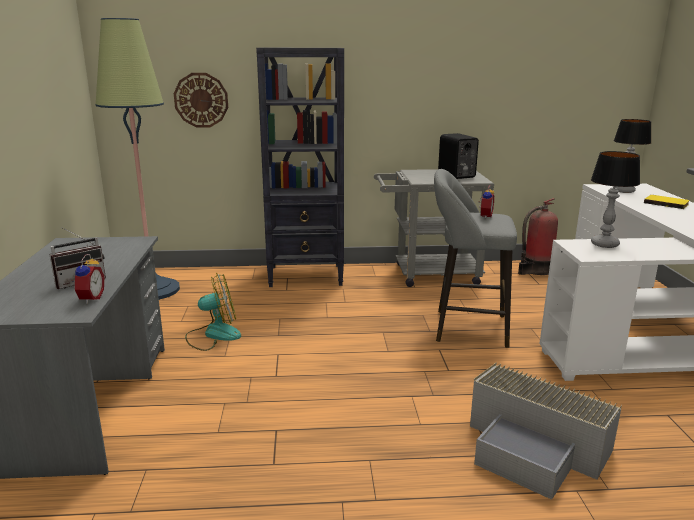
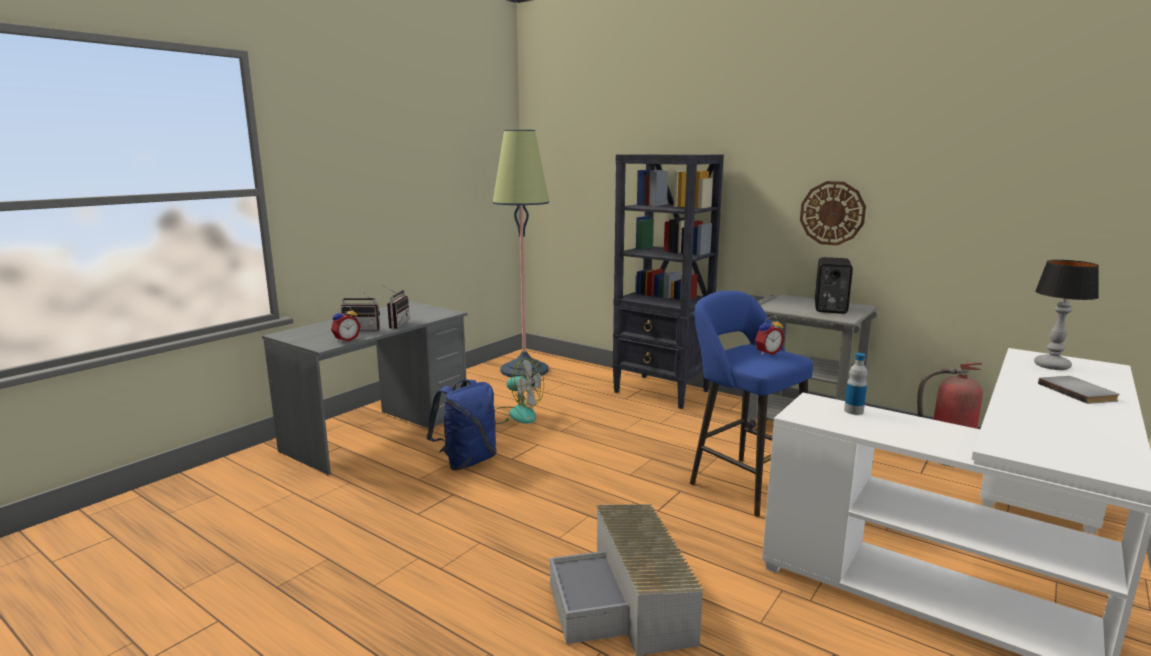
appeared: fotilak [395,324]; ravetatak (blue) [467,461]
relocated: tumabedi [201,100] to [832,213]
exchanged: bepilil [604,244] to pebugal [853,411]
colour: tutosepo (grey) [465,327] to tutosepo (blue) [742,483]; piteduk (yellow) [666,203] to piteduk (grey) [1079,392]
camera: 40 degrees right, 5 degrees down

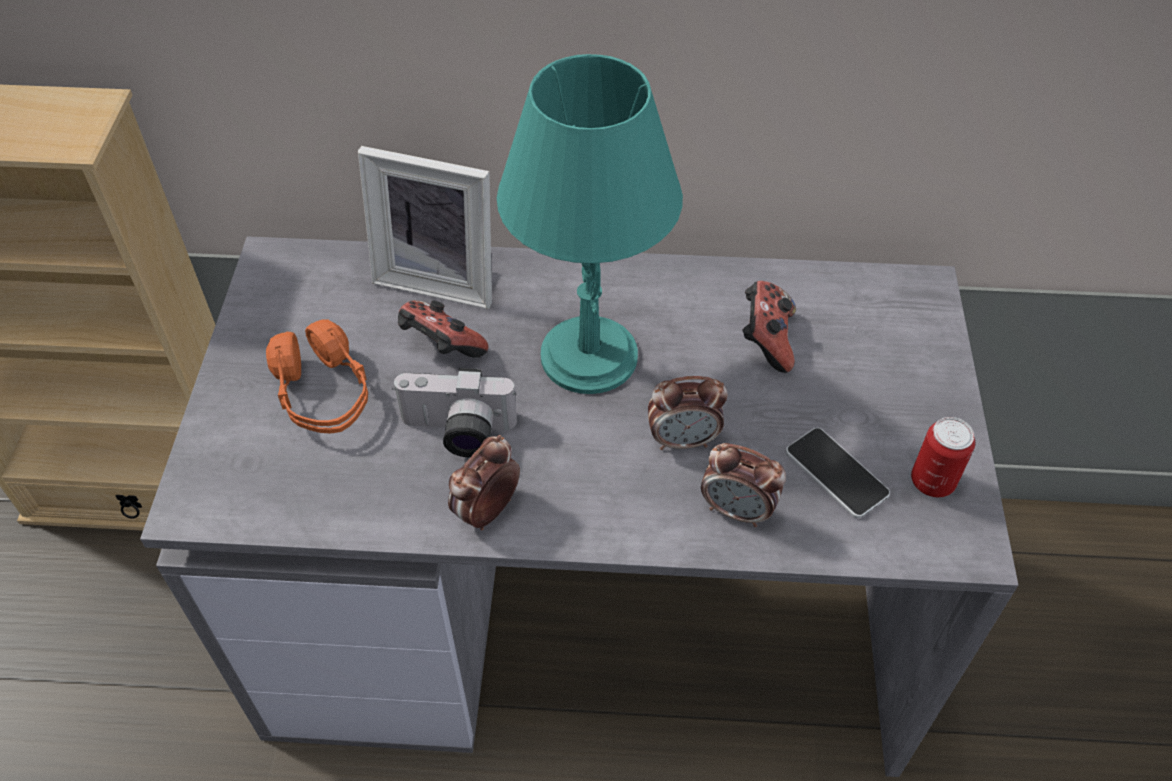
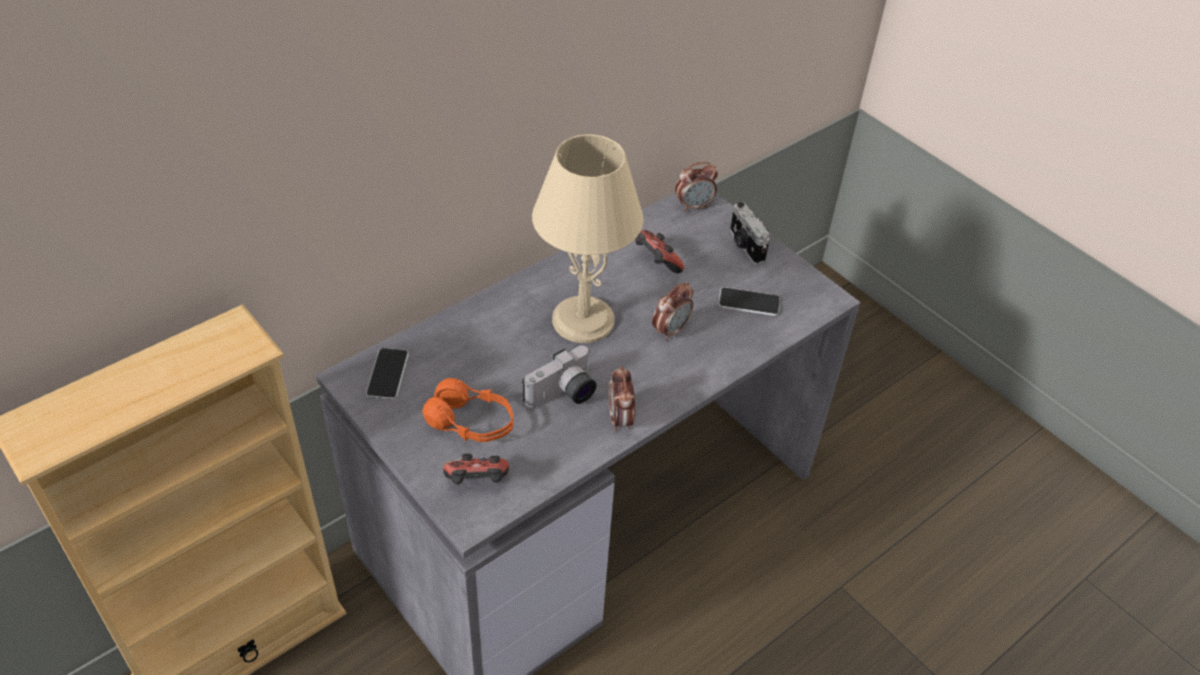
missing: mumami [440,277]; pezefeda [932,481]
appeared: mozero [387,374]; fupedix [745,246]
relocated: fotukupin [441,348] to [477,483]; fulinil [737,510] to [694,206]
colour: bepilil (turquoise) [590,356] to bepilil (beige) [584,320]
camera: 45 degrees left, 5 degrees down

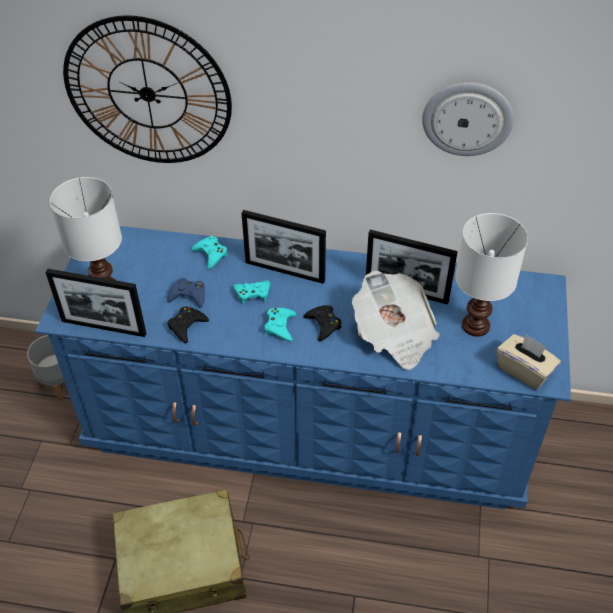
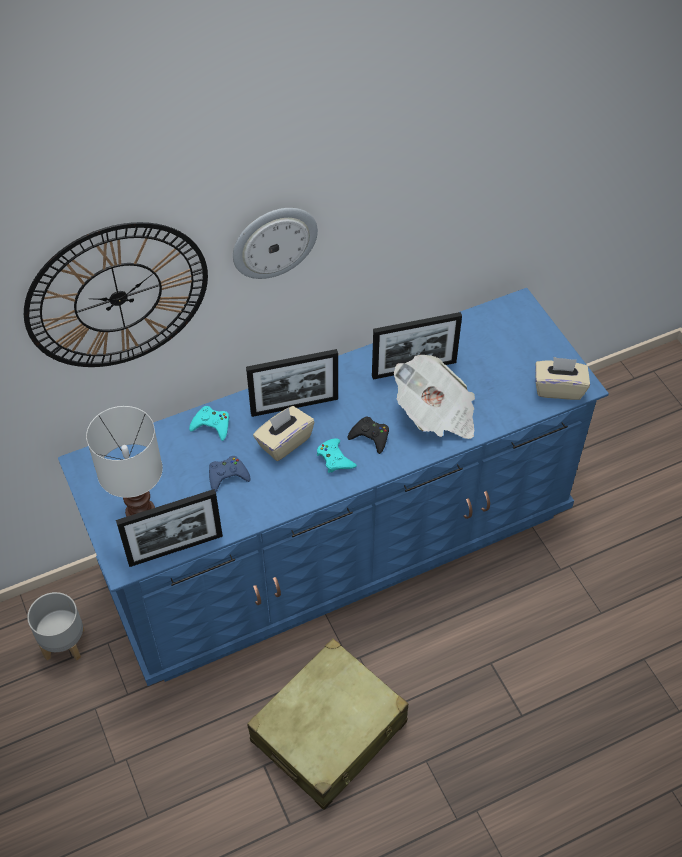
missing: fotukupin (black) [187,326]; bepilil (white) [474,326]
relocated: tumabedi [467,118] to [274,241]
exchanged: fotukupin (turquoise) [252,293] to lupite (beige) [284,442]
camera: 35 degrees left, 5 degrees up

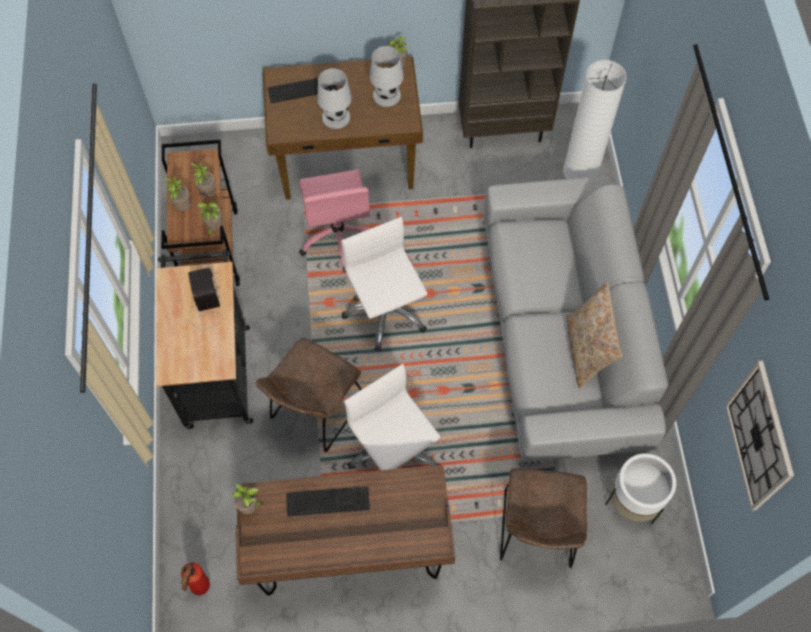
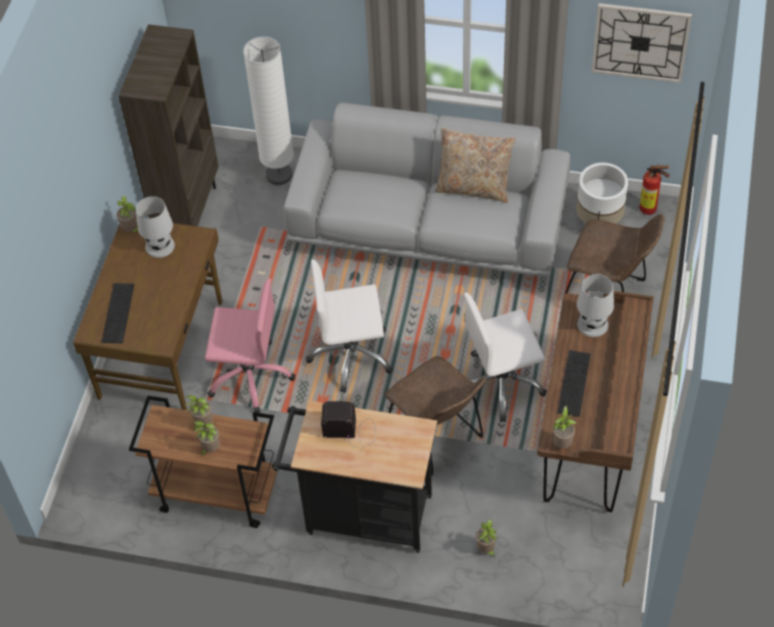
relocated: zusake [214,228] to [486,550]; bepilil (white) [336,117] to [593,324]; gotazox [199,589] to [650,210]
camera: 70 degrees left, 10 degrees down

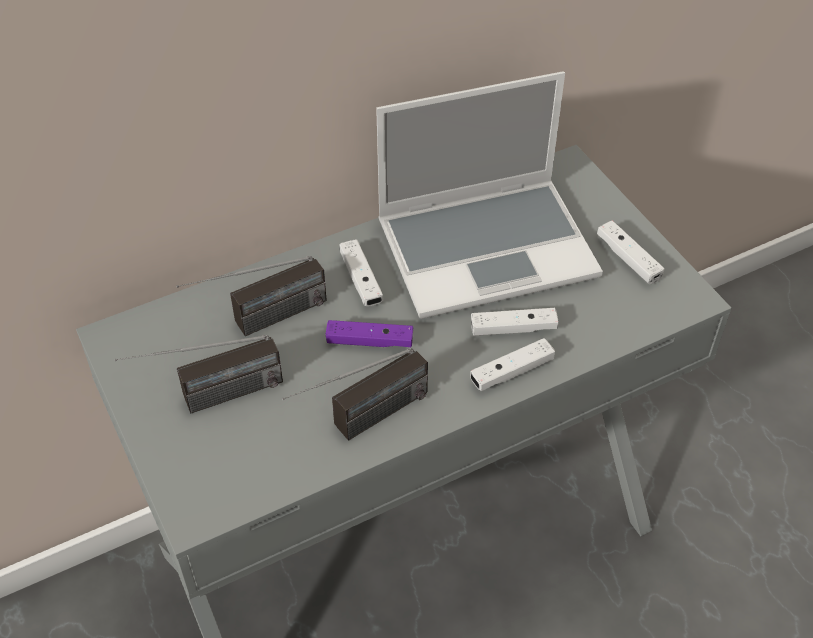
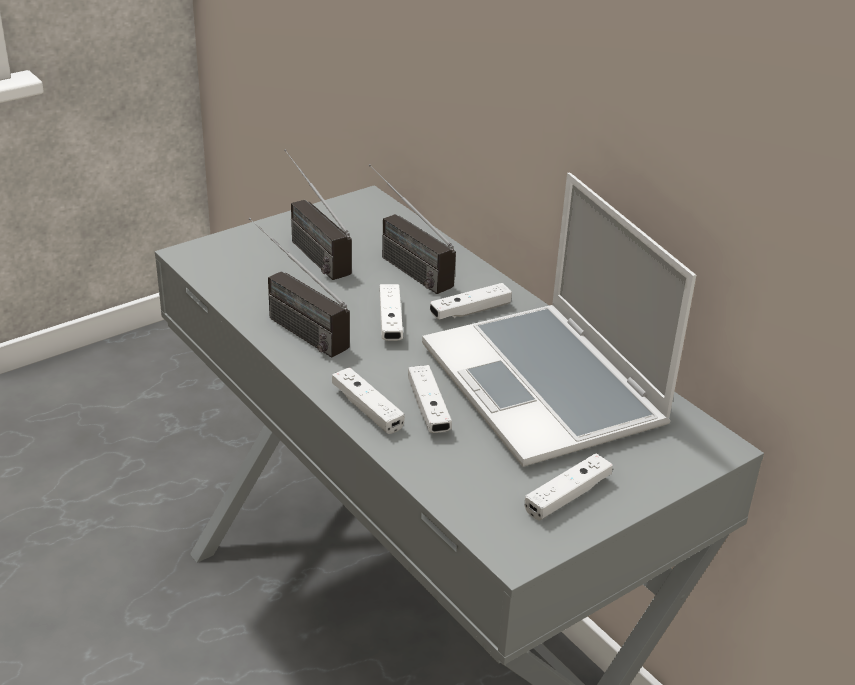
colour: fotukupin (purple) [370,341] to fotukupin (white) [390,321]
camera: 80 degrees right, 15 degrees down

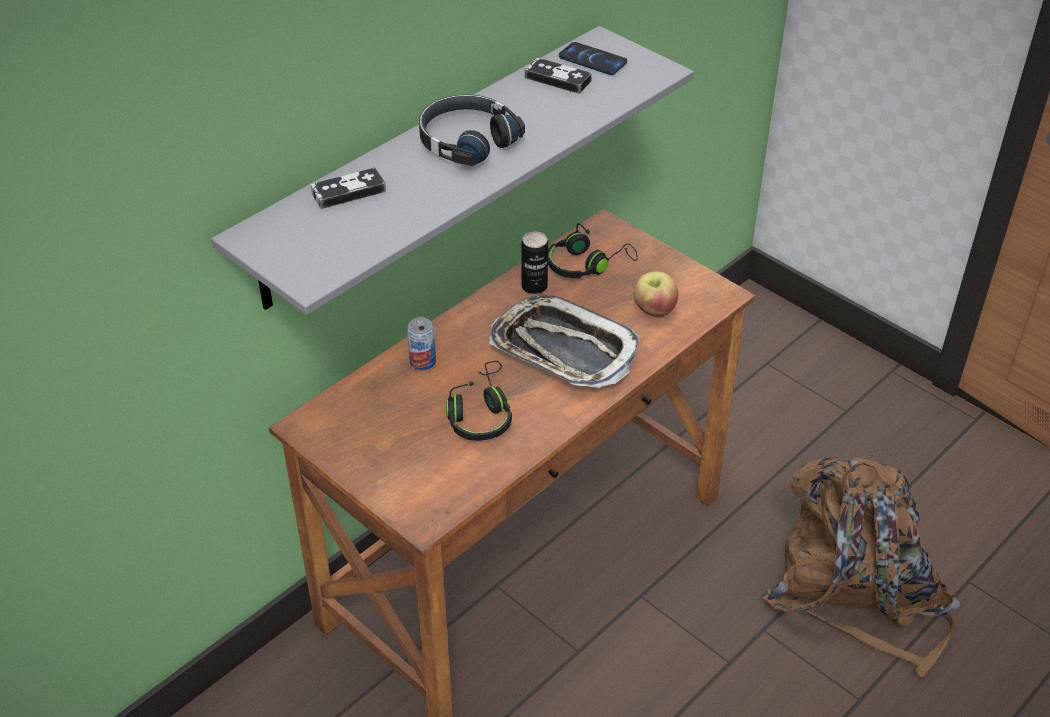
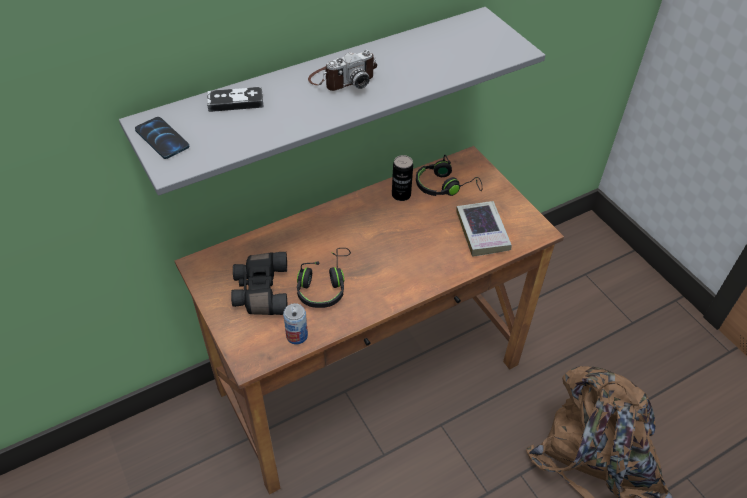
missing: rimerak [562,350]; fotukupin [558,79]
appeared: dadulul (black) [260,291]
relocated: mozero [592,60] to [162,138]; pezefeda [422,362] to [297,336]
exchanged: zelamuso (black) [466,140] to fupedix [343,78]; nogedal [654,310] to piteduk [482,232]
camera: 15 degrees right, 5 degrees up

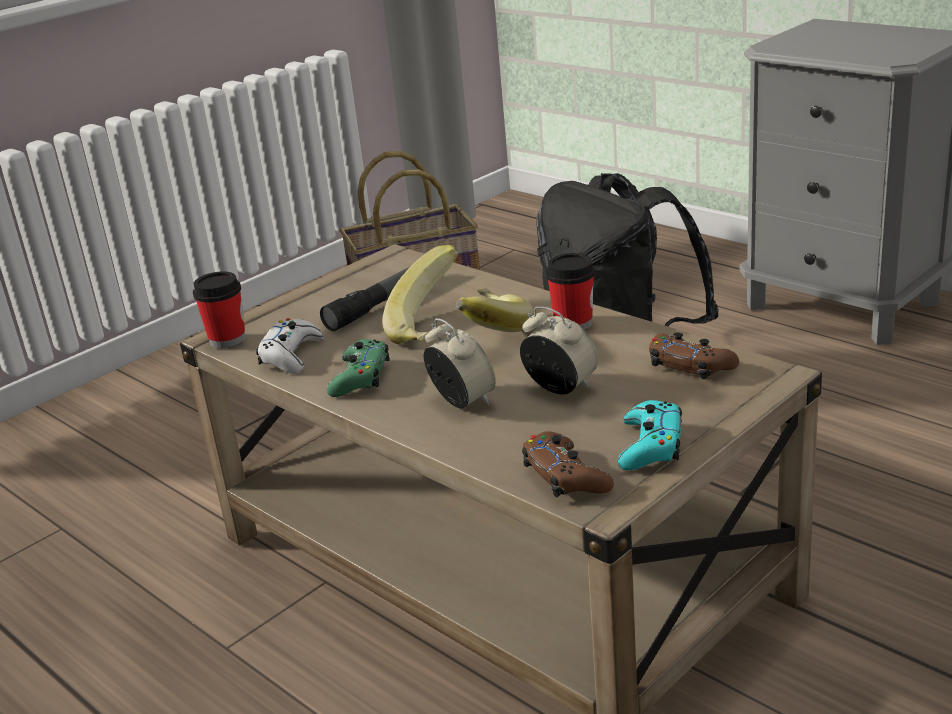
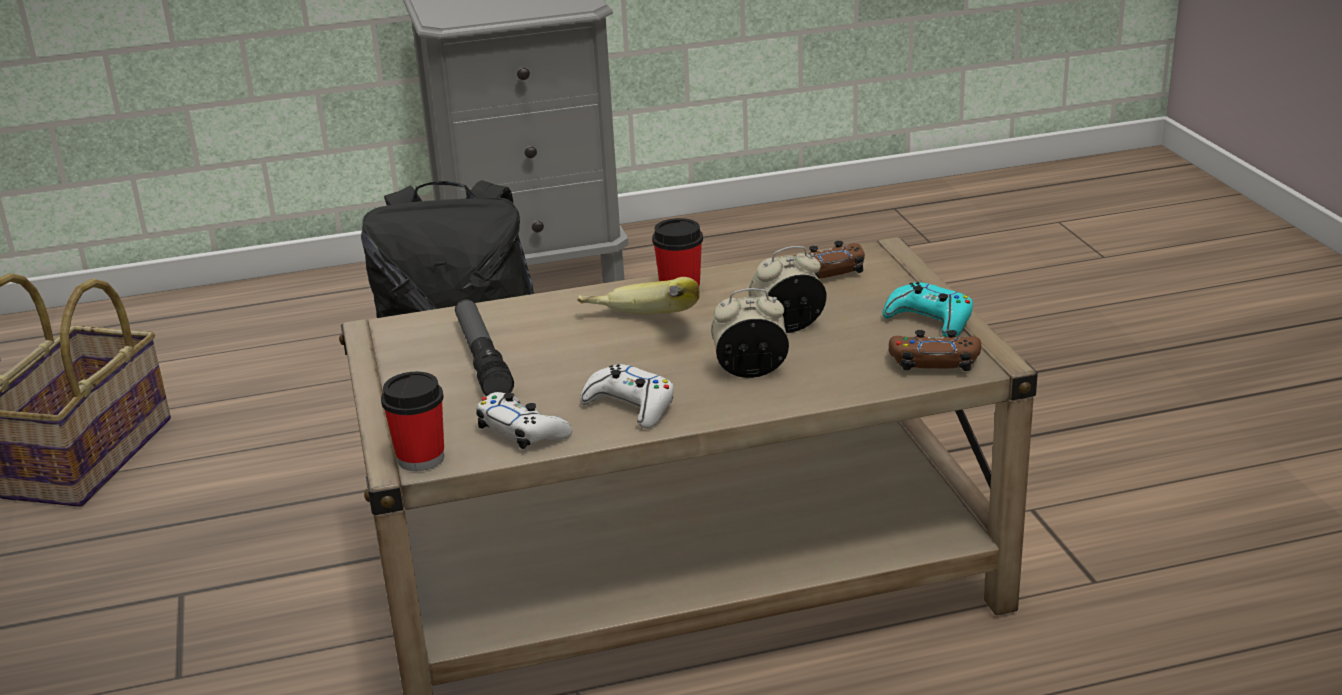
missing: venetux [431,327]
colour: fotukupin (green) [360,377] to fotukupin (white) [630,406]
camera: 60 degrees left, 0 degrees up

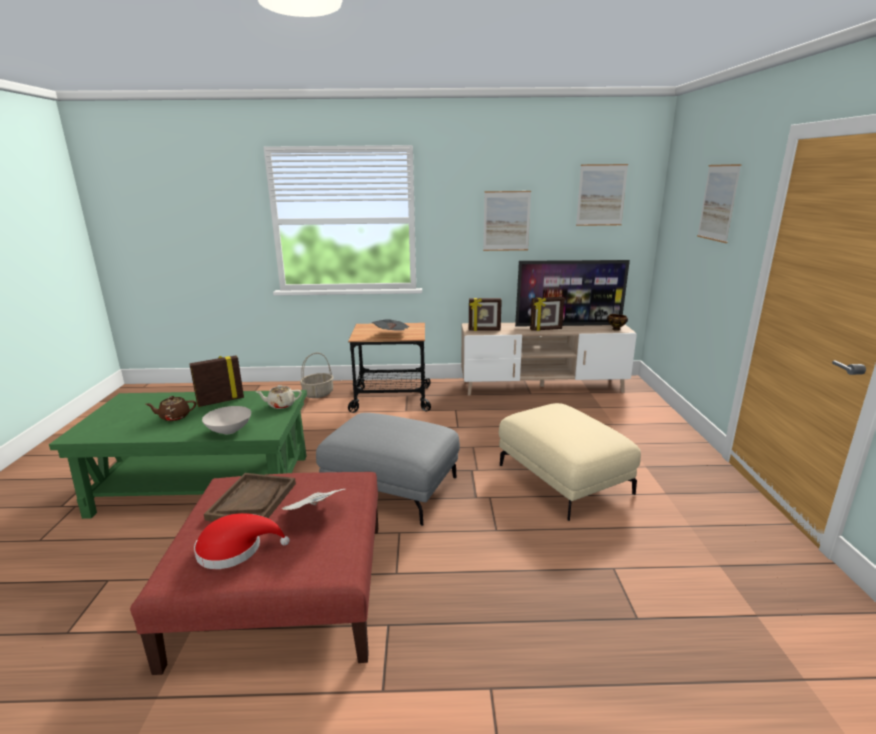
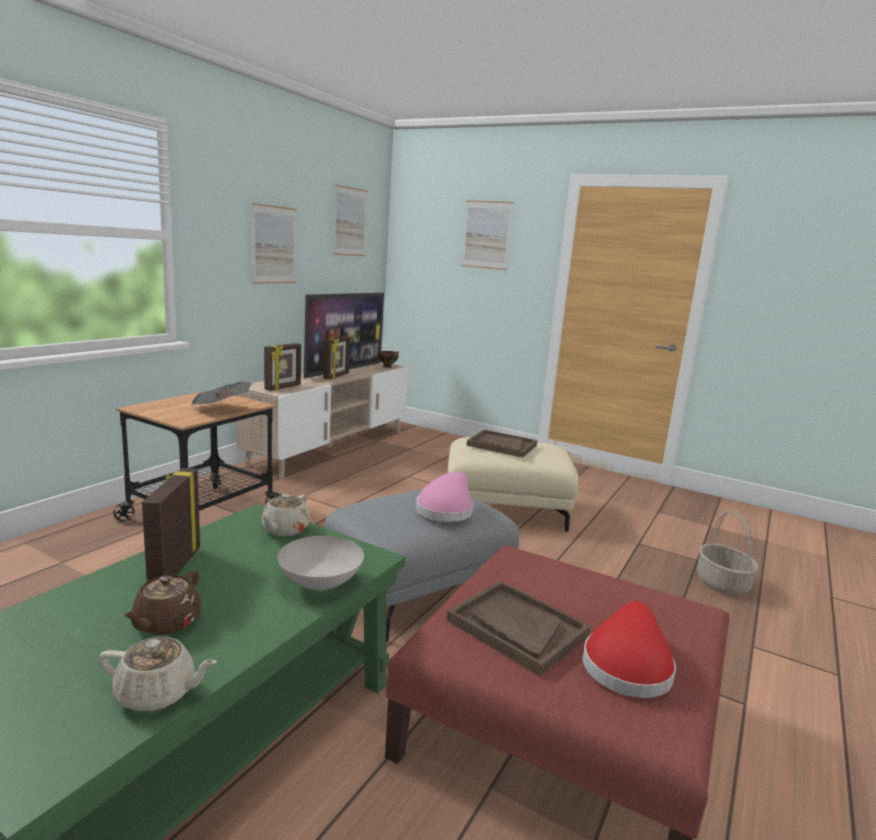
missing: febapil [315,513]
appeared: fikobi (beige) [157,693]; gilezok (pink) [446,509]; rimerak (brown) [501,445]
relocated: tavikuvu [318,394] to [723,584]
camera: 60 degrees left, 5 degrees down

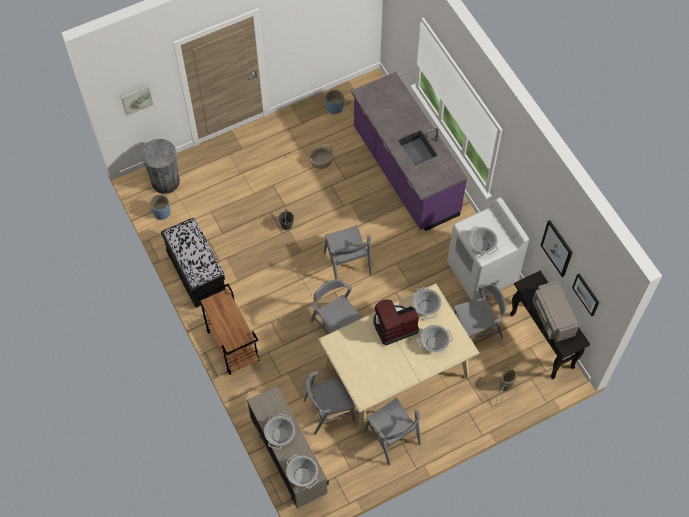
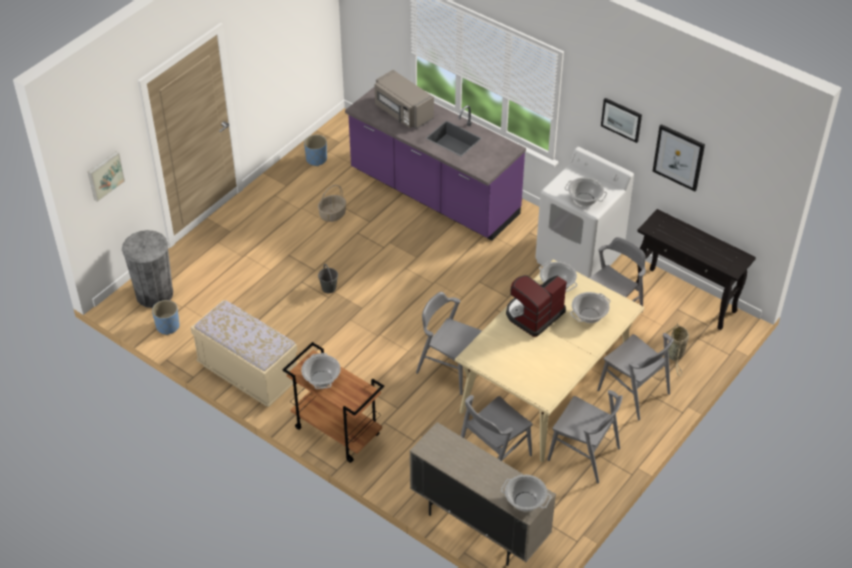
relocated: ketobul [280,435] to [321,379]; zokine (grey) [552,318] to [403,112]; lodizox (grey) [347,264] to [633,392]; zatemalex [586,294] to [621,119]
colour: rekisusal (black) [196,274] to rekisusal (beige) [248,373]
camera: 25 degrees left, 15 degrees down

